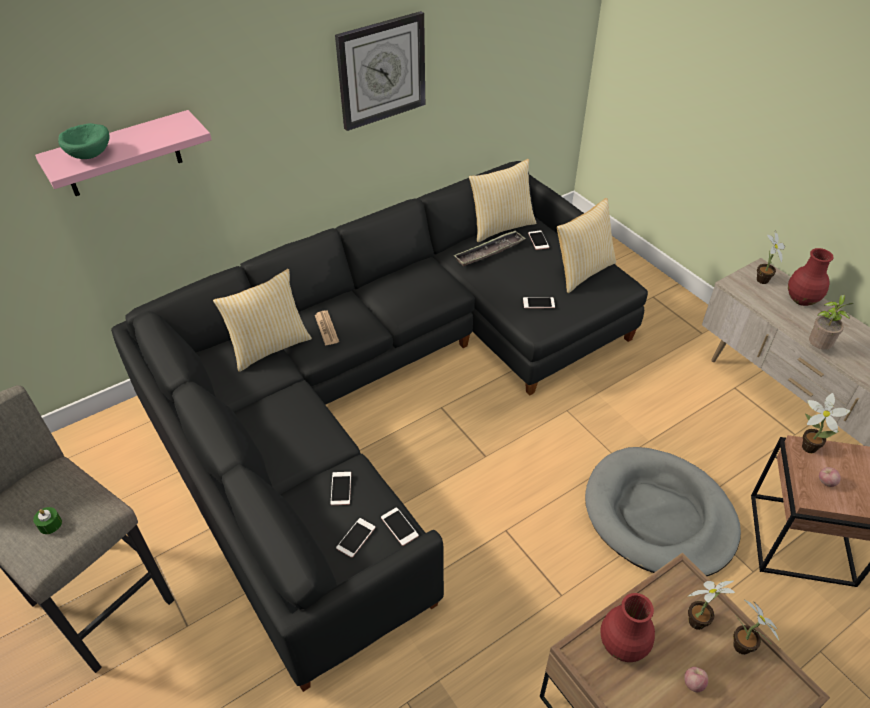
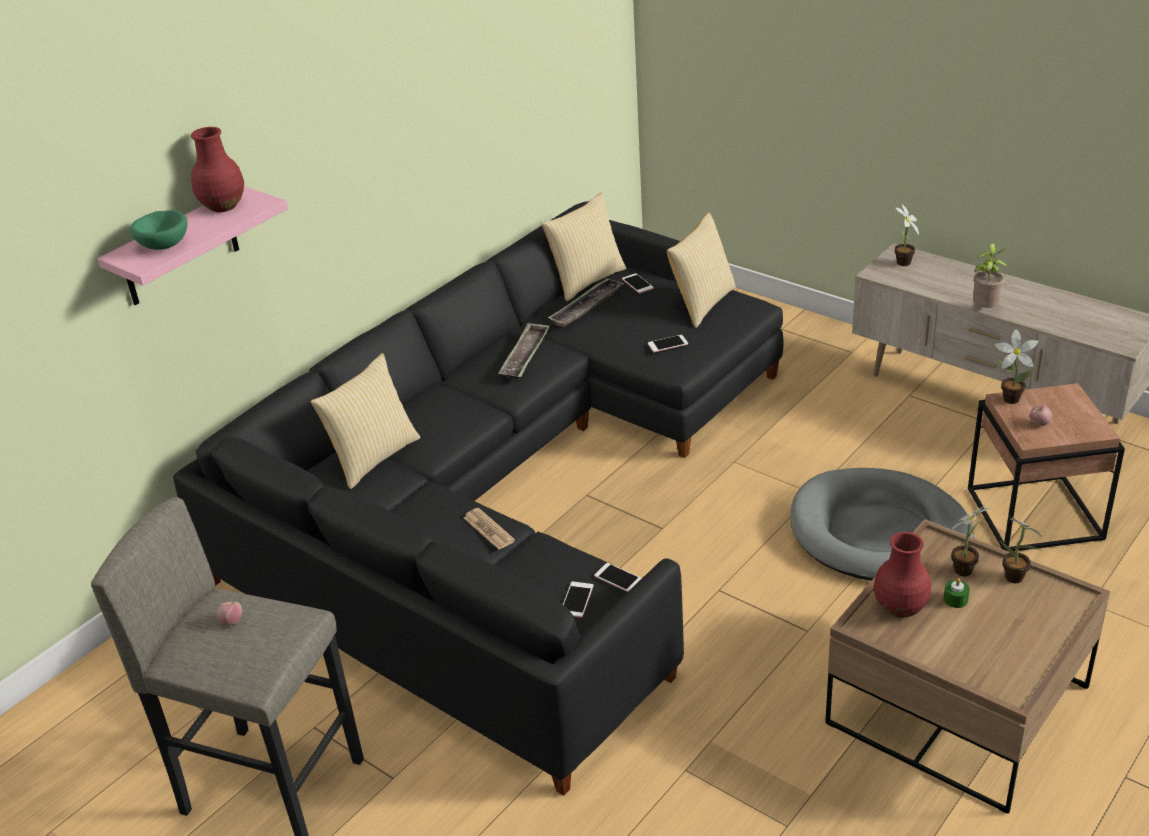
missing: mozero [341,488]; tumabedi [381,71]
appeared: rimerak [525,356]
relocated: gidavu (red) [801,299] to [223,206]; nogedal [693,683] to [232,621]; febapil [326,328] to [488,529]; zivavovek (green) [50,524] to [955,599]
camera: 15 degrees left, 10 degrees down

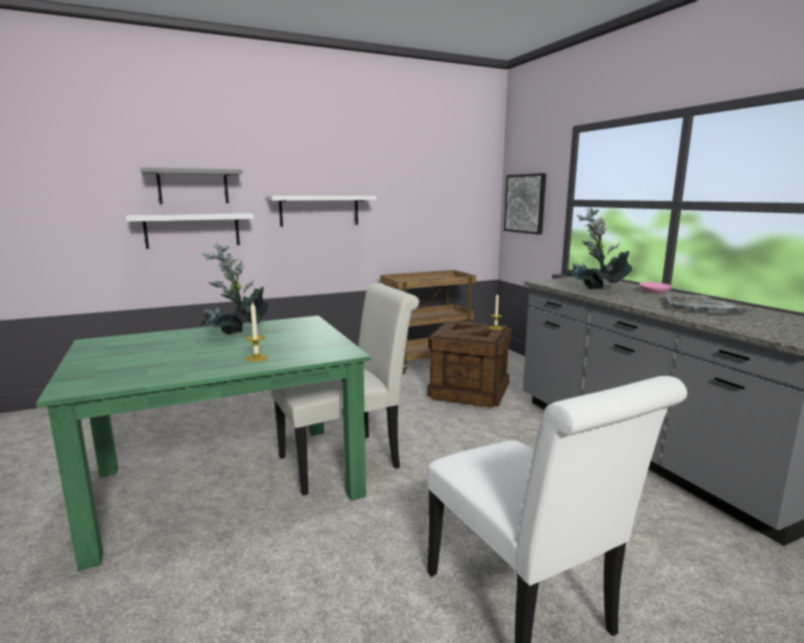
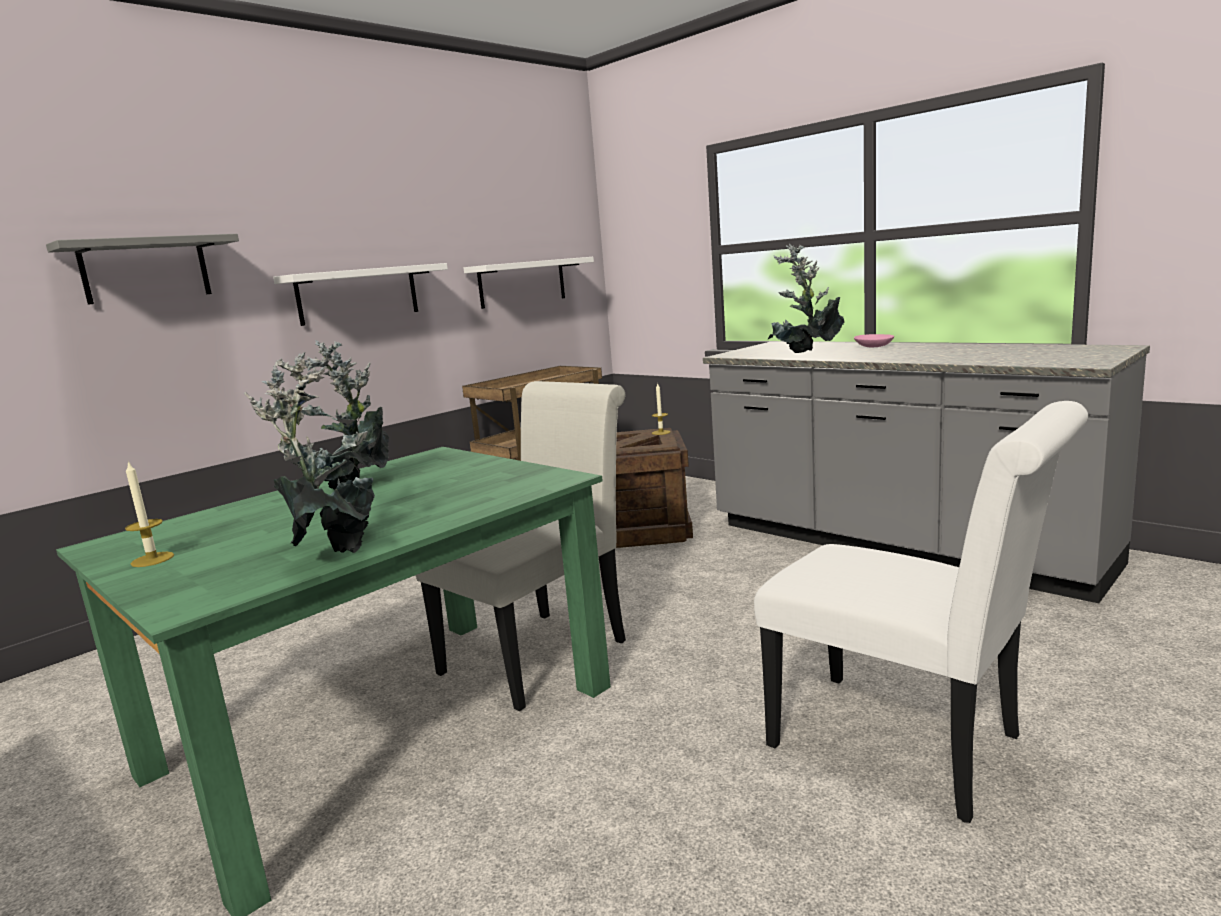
missing: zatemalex [525,203]; rimerak (grey) [701,307]
appeared: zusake [335,551]
relocated: zivavovek [256,358] to [152,559]; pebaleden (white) [192,230] to [522,283]
camera: 20 degrees left, 0 degrees up

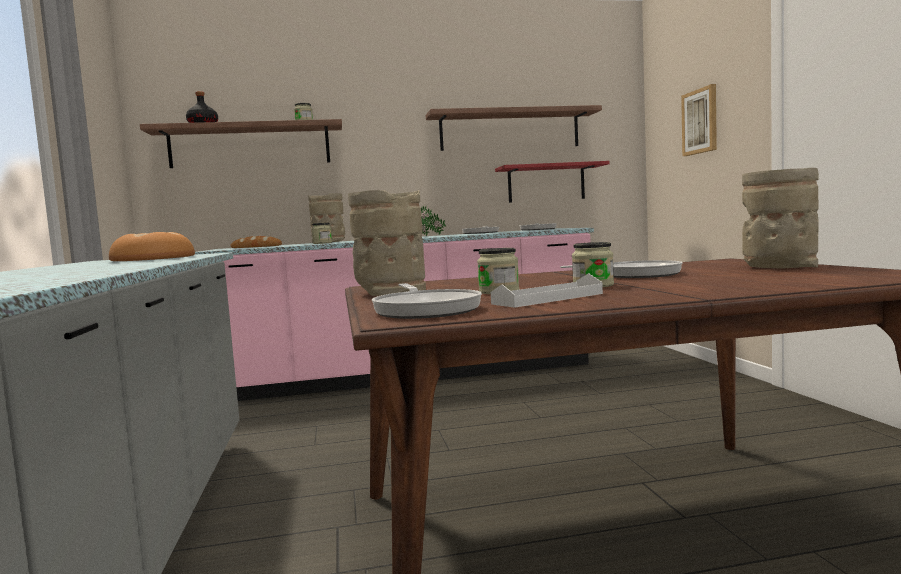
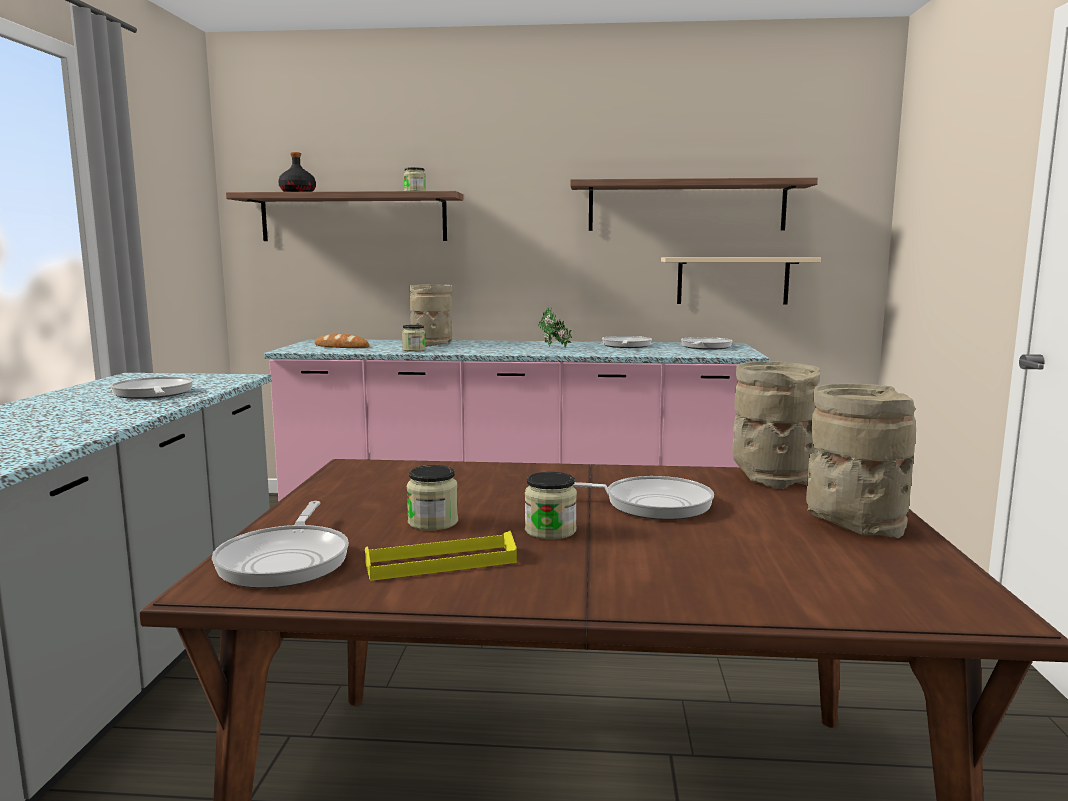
missing: zatemalex [700,121]
relocated: gidavu (beige) [390,293] to [770,477]
exchanged: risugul [152,259] to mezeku [153,394]
colour: rimerak (white) [548,299] to rimerak (yellow) [441,562]; pebaleden (red) [546,183] to pebaleden (beige) [732,280]
camera: 15 degrees right, 5 degrees up

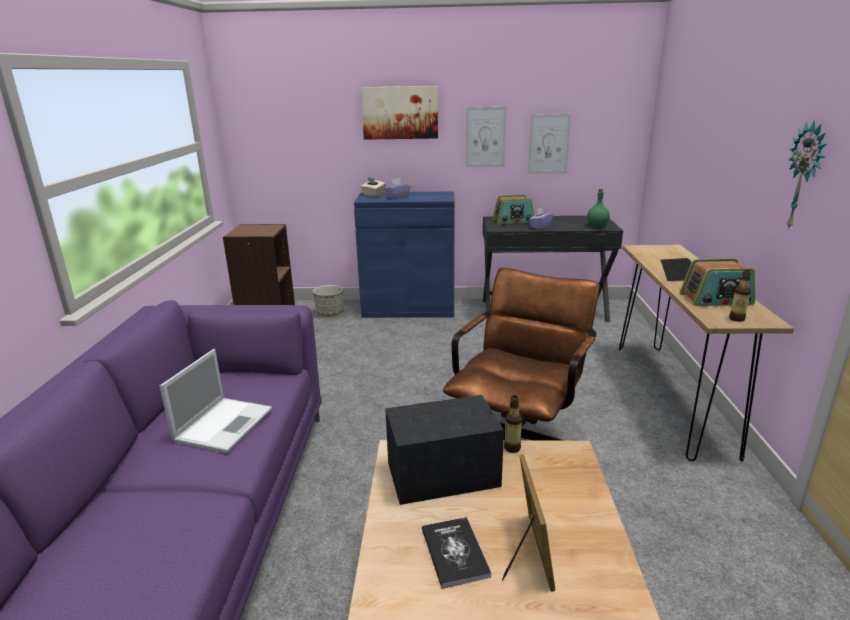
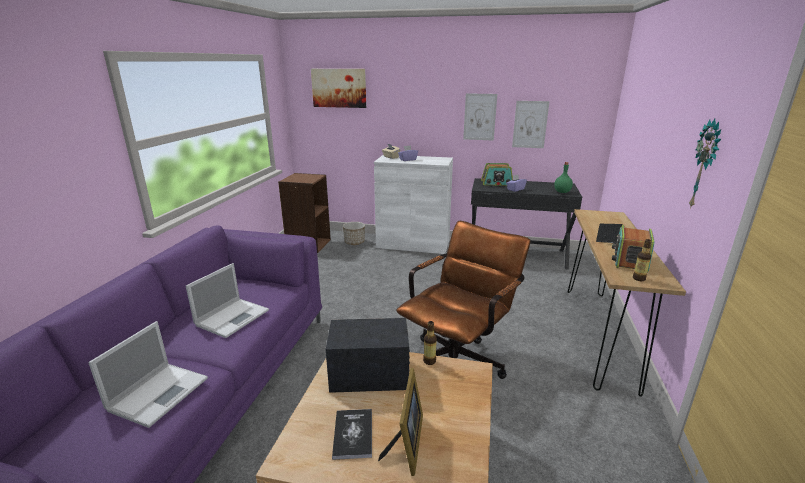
appeared: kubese [160,392]
relocated: zatemalex [400,112] to [339,88]
colour: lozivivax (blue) [408,308] to lozivivax (white) [413,244]
spun: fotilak [716,299] = [630,261] 105 degrees clockwise
camera: 10 degrees right, 0 degrees up

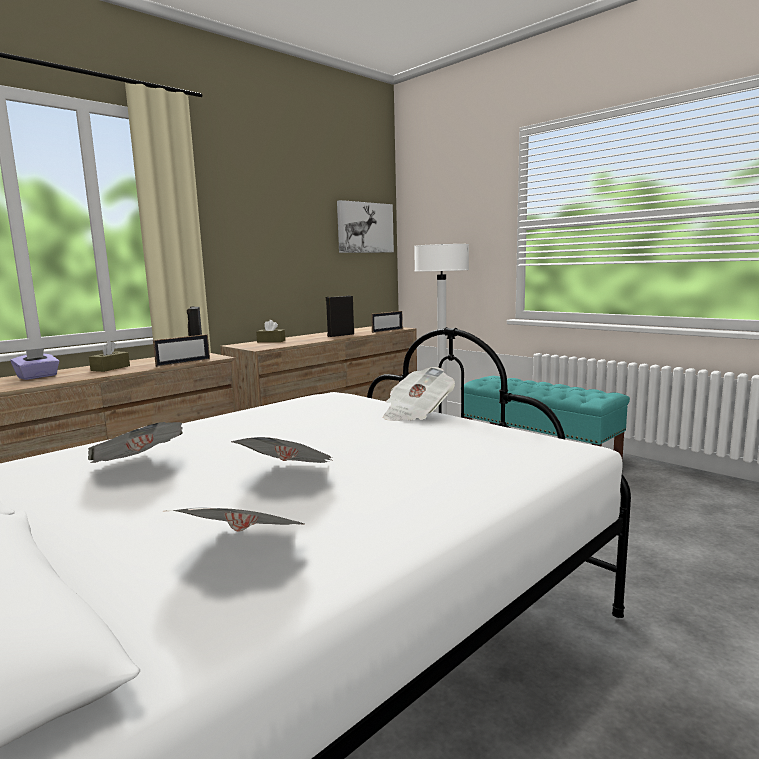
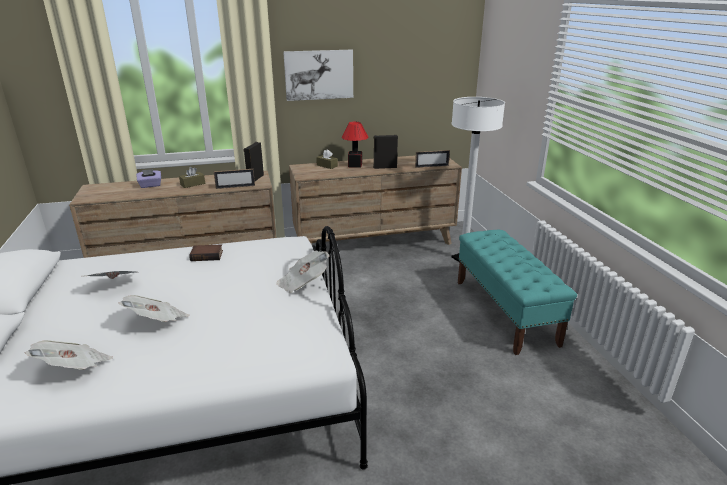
appeared: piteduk [207,255]; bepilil [355,165]
relocated: zatemalex [365,227] to [319,74]
camera: 30 degrees right, 15 degrees up

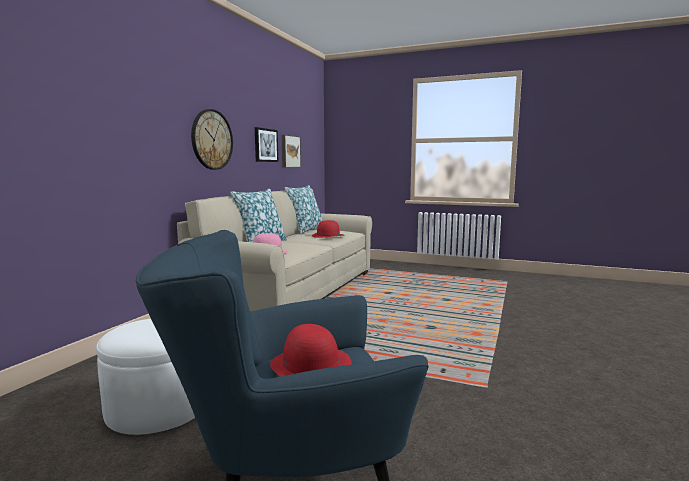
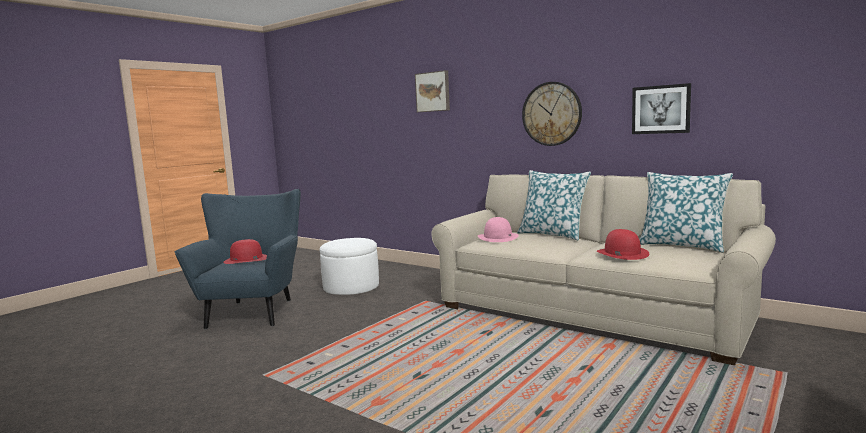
relocated: zatemalex [289,151] to [433,91]
camera: 105 degrees right, 0 degrees up

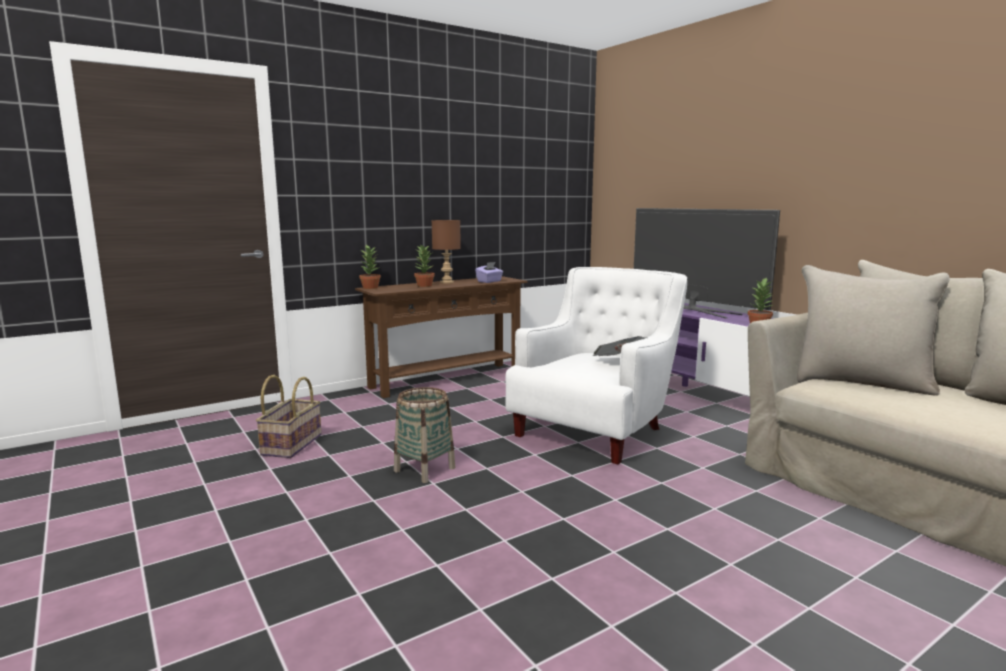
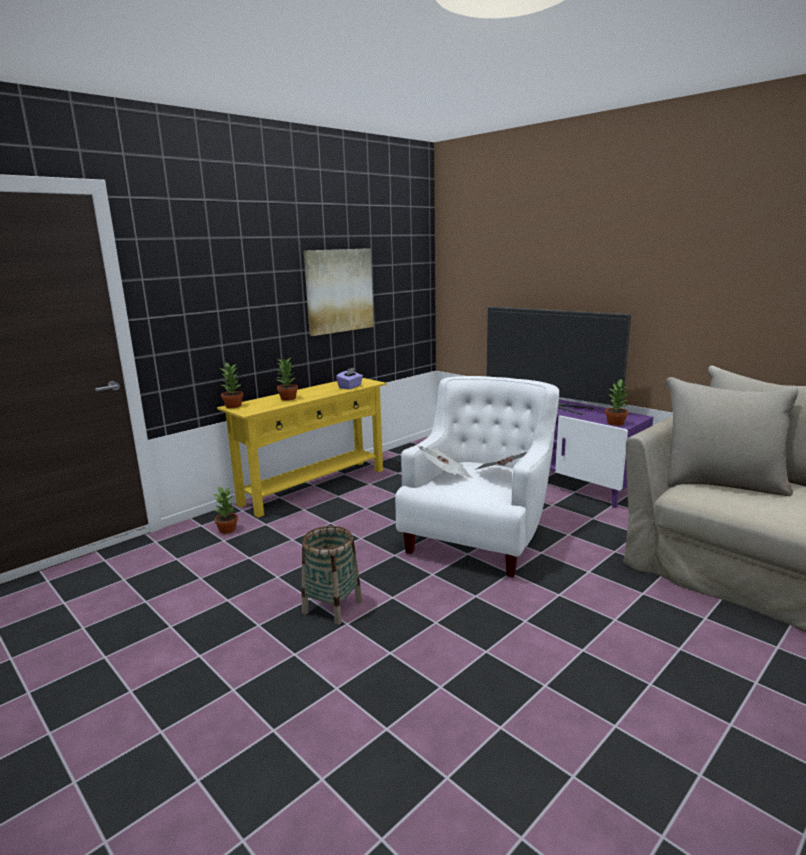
missing: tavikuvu [291,444]; bepilil (brown) [446,282]
appeared: zusake [227,529]; zatemalex [339,291]; febapil [446,475]
colour: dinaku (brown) [446,379] to dinaku (yellow) [314,486]
camera: 10 degrees left, 5 degrees up

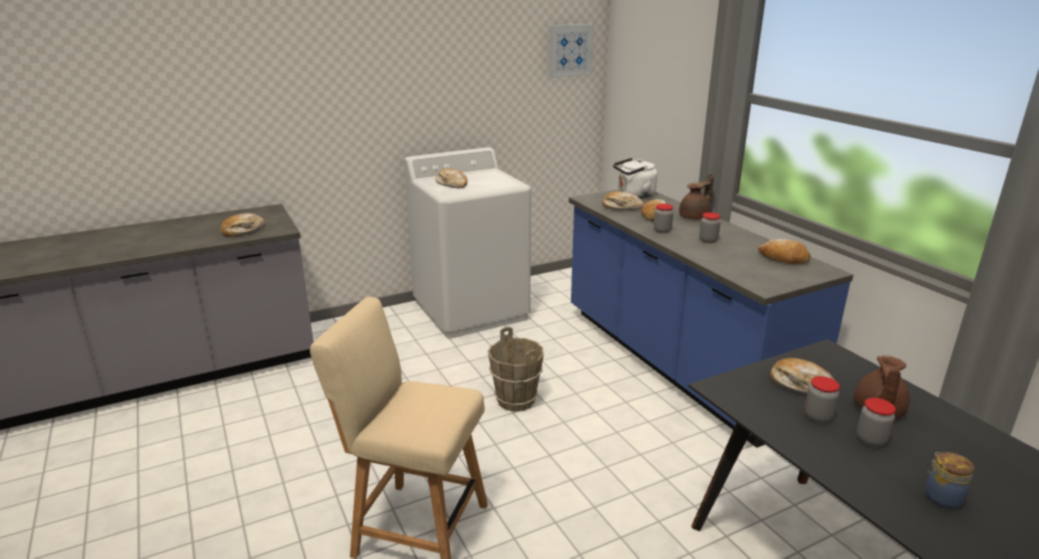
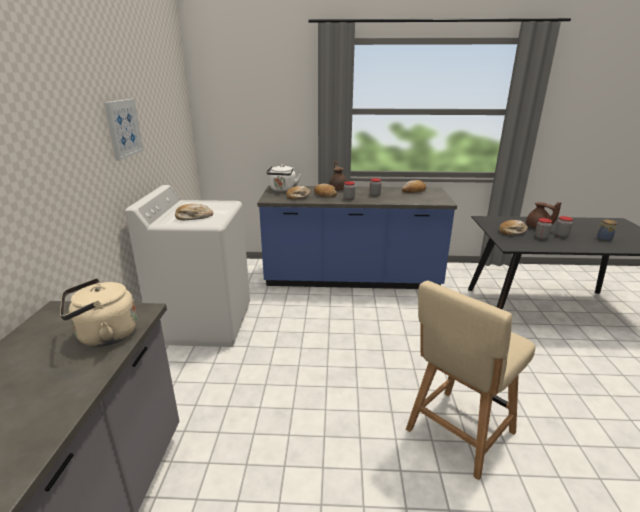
missing: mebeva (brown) [515,400]
relocated: zatemalex [570,50] to [123,128]
exchanged: risugul [243,231] to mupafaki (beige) [104,336]
camera: 60 degrees left, 0 degrees up

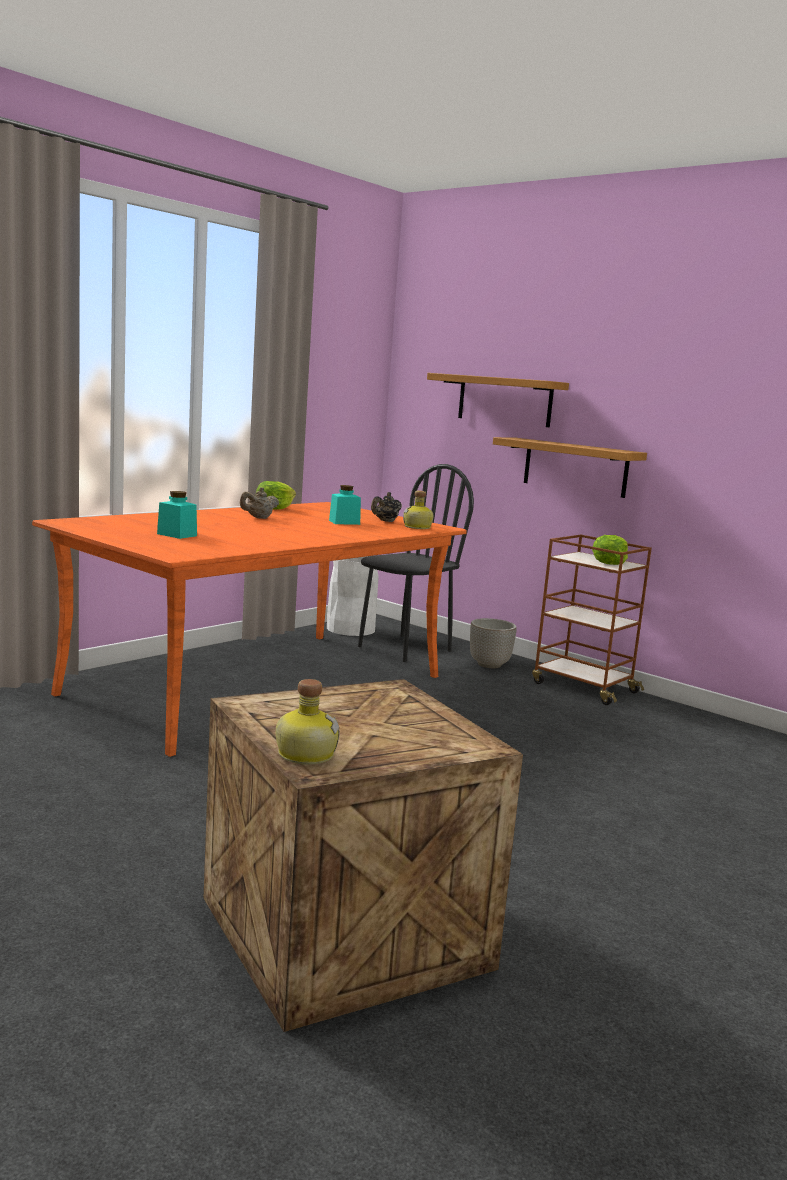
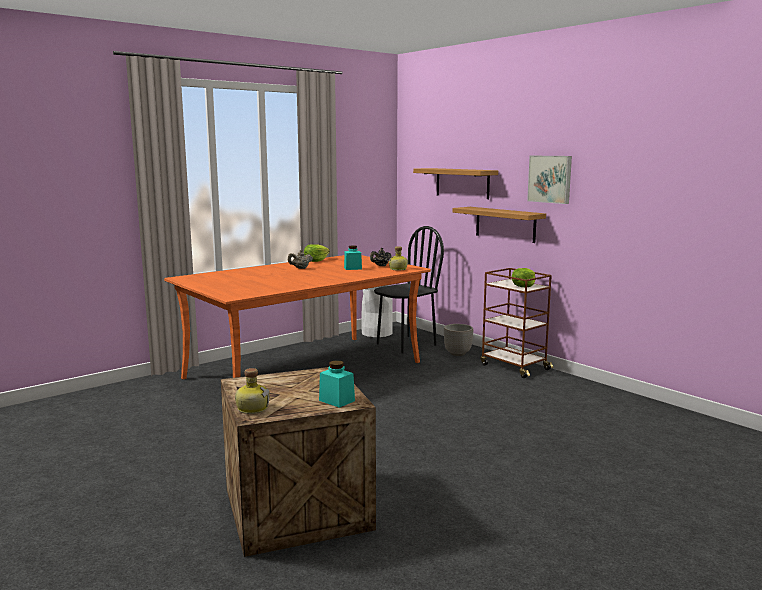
appeared: zatemalex [550,179]
relocated: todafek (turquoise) [177,535] to [337,400]
camera: 10 degrees right, 0 degrees up

